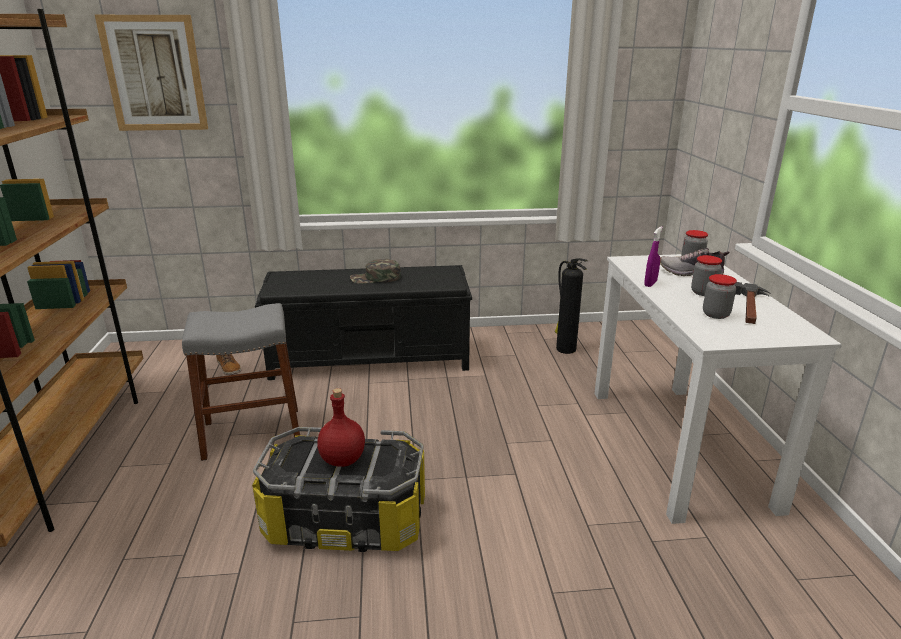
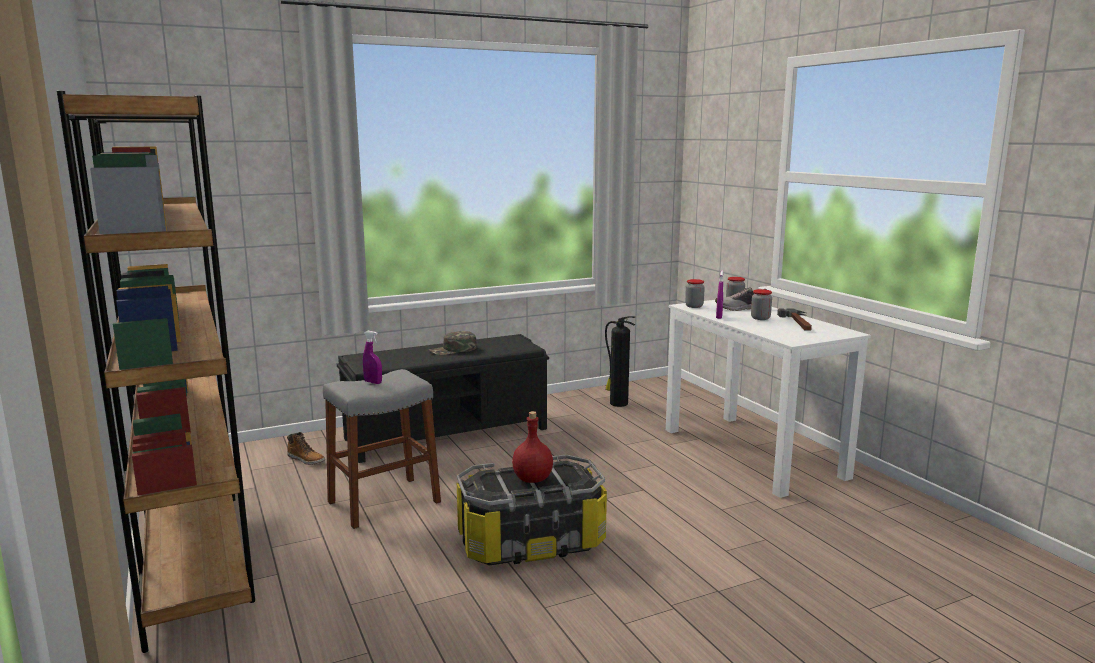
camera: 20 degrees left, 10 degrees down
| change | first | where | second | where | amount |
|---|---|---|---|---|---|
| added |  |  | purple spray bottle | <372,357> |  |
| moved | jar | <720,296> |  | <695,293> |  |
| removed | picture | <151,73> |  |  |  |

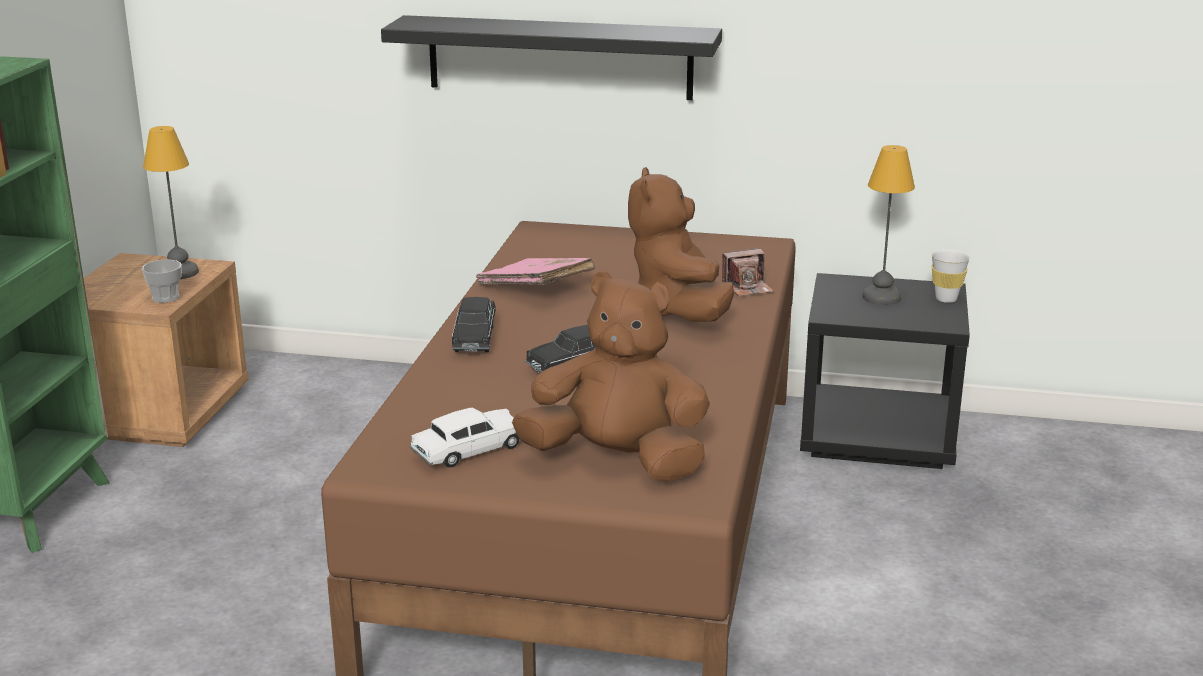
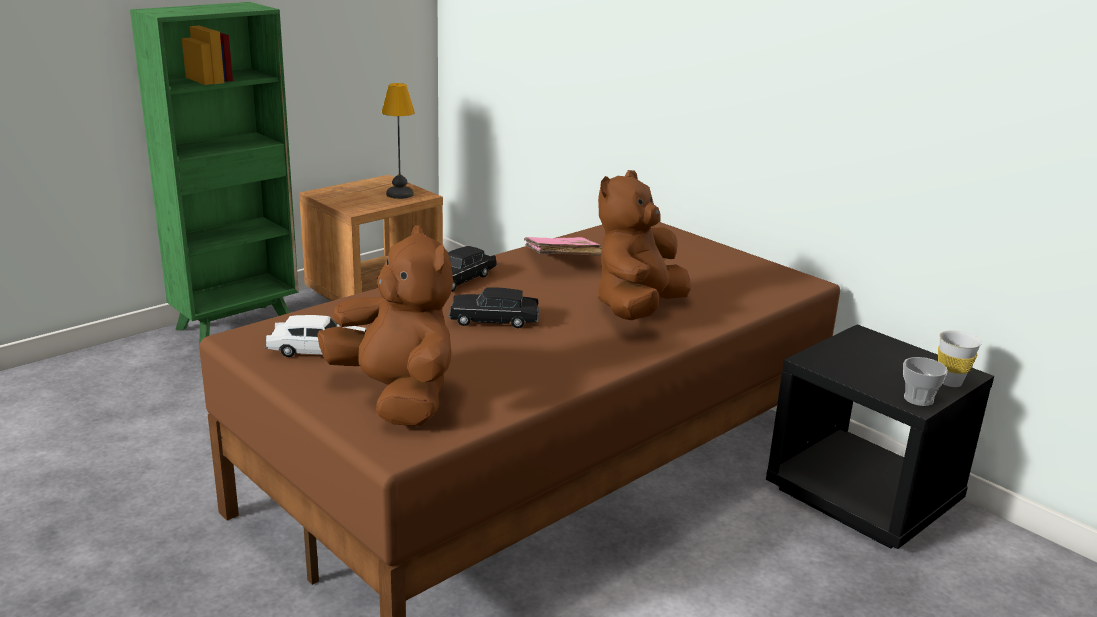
camera: 35 degrees right, 0 degrees up
| change | first | where | second | where | amount |
|---|---|---|---|---|---|
| moved | cup | <162,281> |  | <925,381> |  |
| removed | black shelf | <551,57> |  |  |  |
| removed | photo camera | <748,272> |  |  |  |
| removed | table lamp | <888,225> |  |  |  |

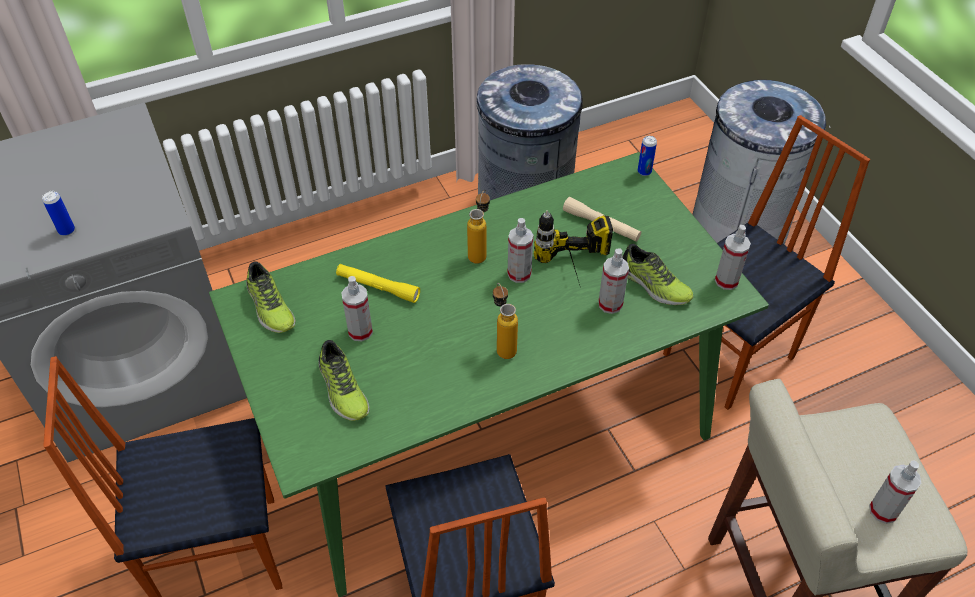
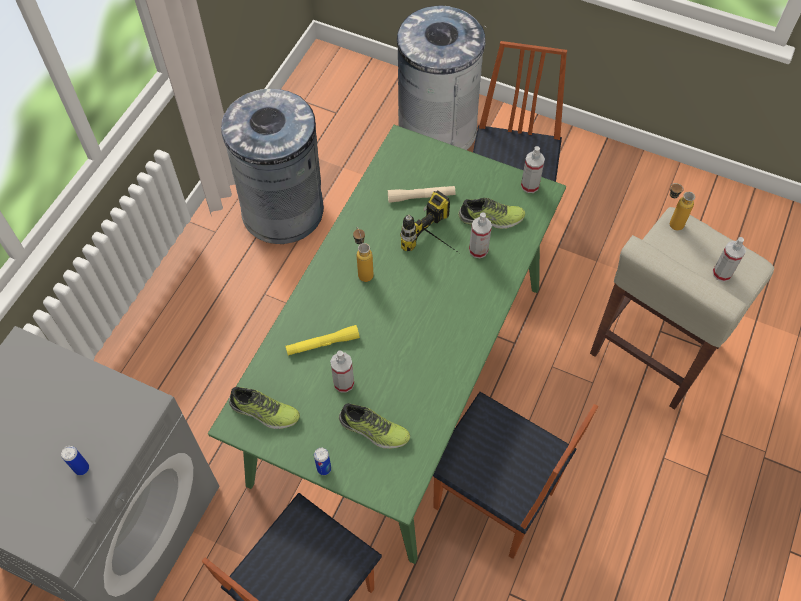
camera: 40 degrees left, 10 degrees up
| change | first | where | second | where | amount |
|---|---|---|---|---|---|
| moved | can | <647,156> |  | <322,461> |  |
| moved | bottle | <505,321> |  | <682,207> |  |
| removed | spray bottle | <520,250> |  |  |  |

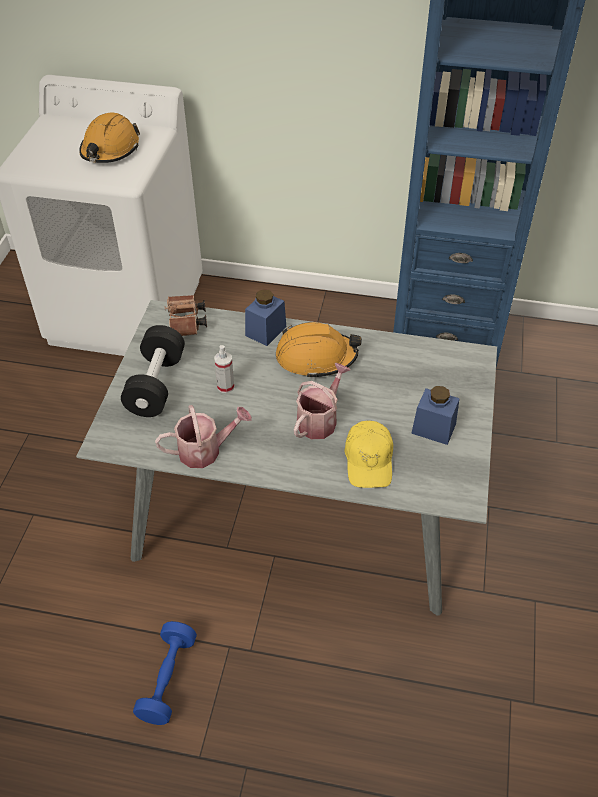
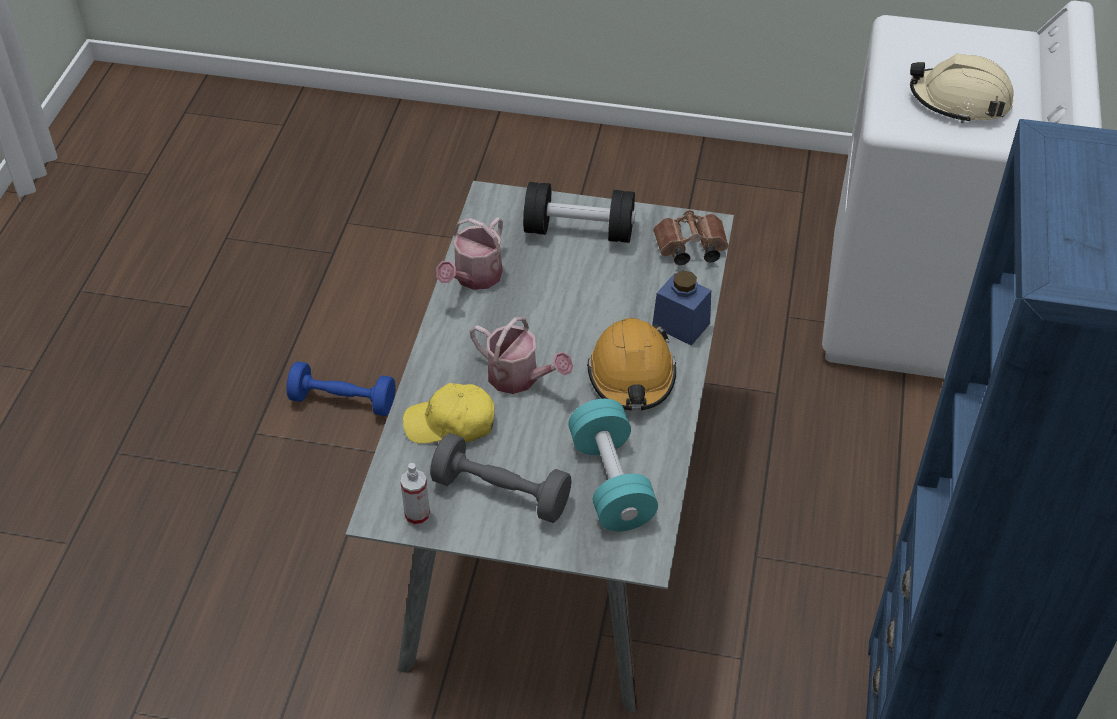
camera: 90 degrees right, 0 degrees up
| change | first | where | second | where | amount |
|---|---|---|---|---|---|
| moved | spray bottle | <224,369> |  | <415,494> |  |
| replaced | blue jar | <435,415> | grey dumbbell | <501,478> |  |
| turned | watering can | <203,436> |  | <469,253> | 45 degrees clockwise |
| added |  |  | turquoise dumbbell | <613,465> |  |
| recoloured | orange hard hat | <110,137> | beige hard hat | <961,88> |  |

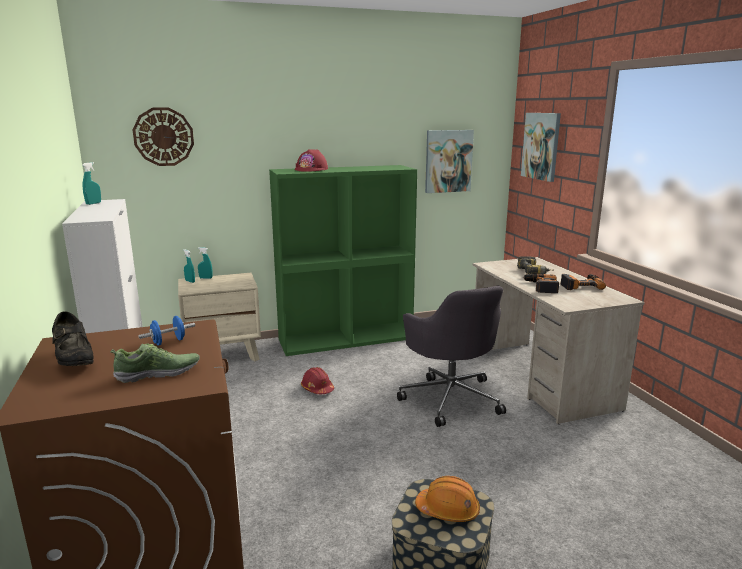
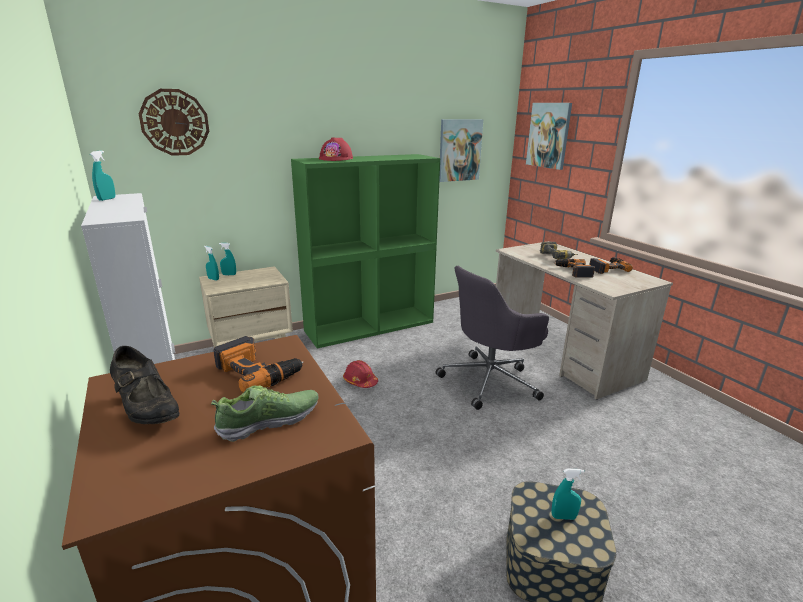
camera: 10 degrees left, 5 degrees up
| change | first | where | second | where | amount |
|---|---|---|---|---|---|
| replaced | blue dumbbell | <166,330> | power drill | <258,364> |  |
| turned | grey office chair | <451,356> |  | <492,338> | 90 degrees clockwise |
| replaced | orange hard hat | <447,499> | turquoise spray bottle | <568,494> |  |

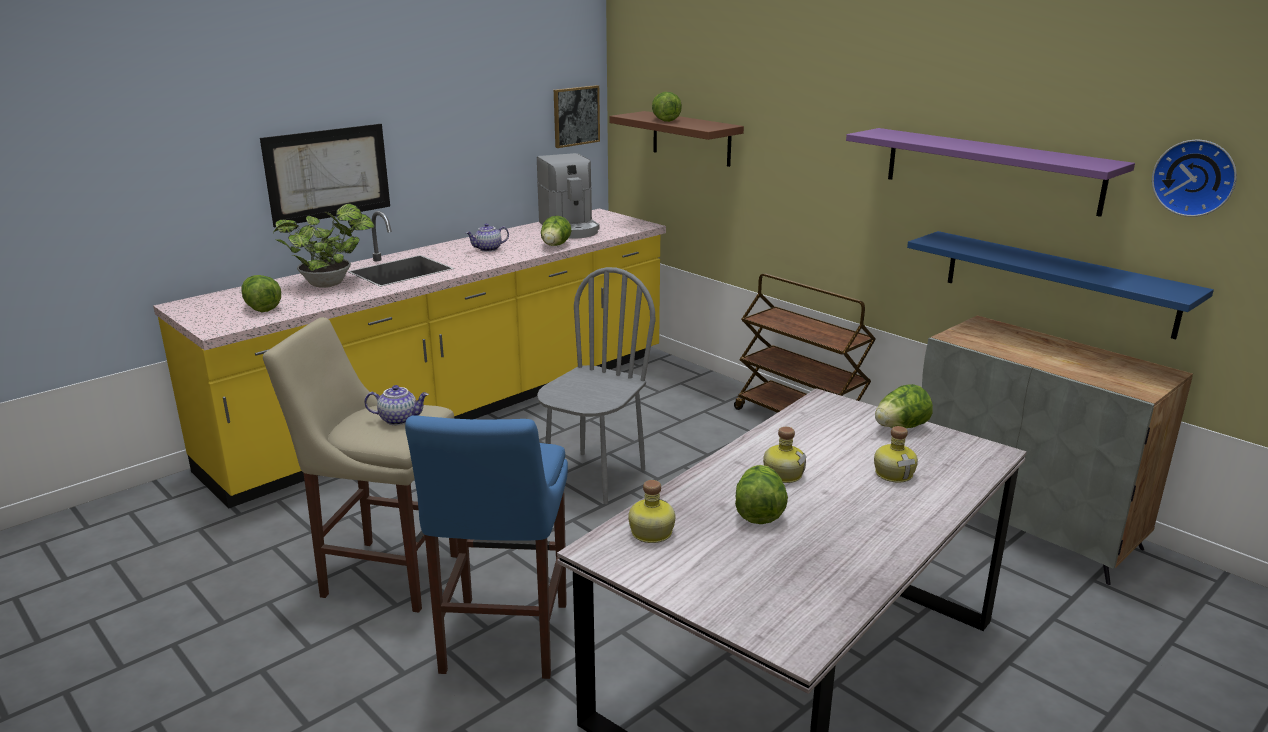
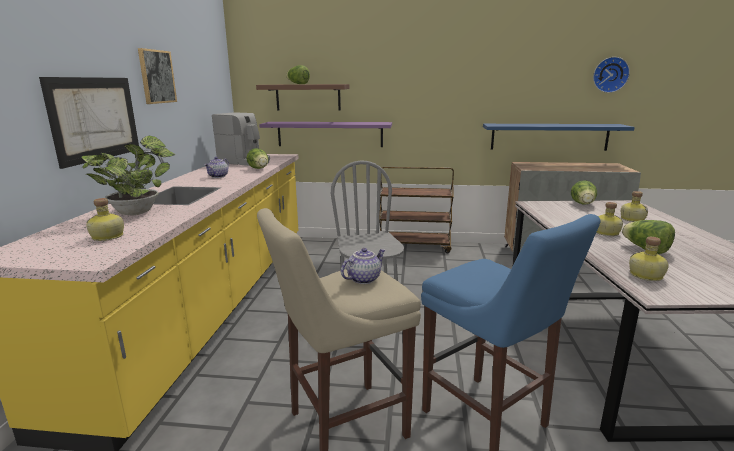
camera: 40 degrees left, 5 degrees down
| change | first | where | second | where | amount |
|---|---|---|---|---|---|
| replaced | lettuce | <261,293> | bottle | <105,219> |  |
| moved | picture | <577,116> |  | <157,76> |  |
| moved | purple shelf | <990,172> |  | <325,134> |  |

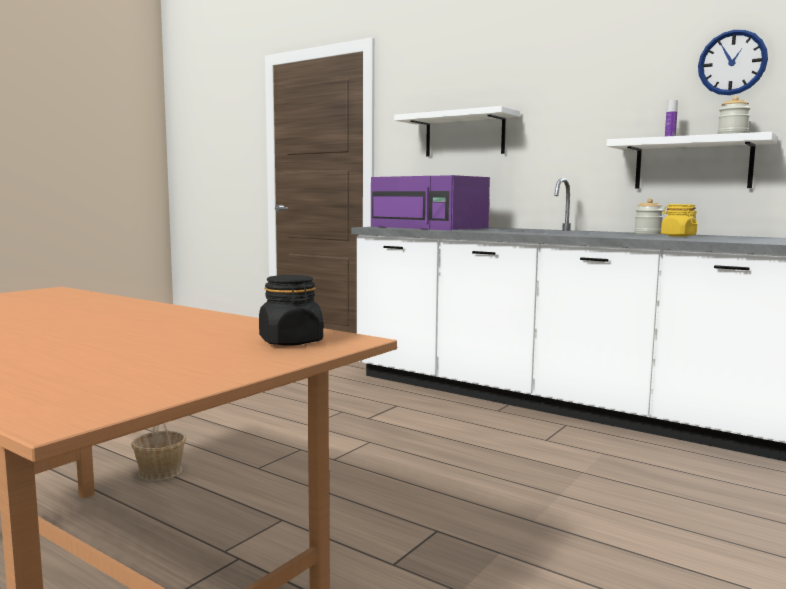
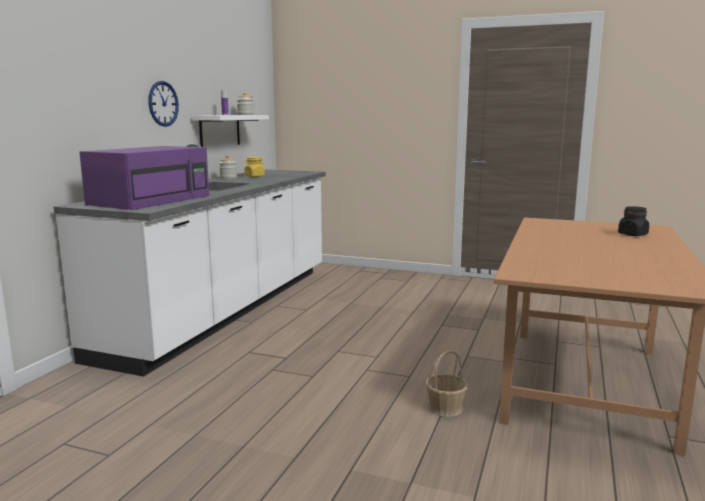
camera: 105 degrees left, 5 degrees up
| change | first | where | second | where | amount |
|---|---|---|---|---|---|
| moved | wall clock | <733,62> |  | <163,104> |  |
| moved | black jar | <291,310> |  | <633,221> |  |
| removed | white shelf | <457,131> |  |  |  |

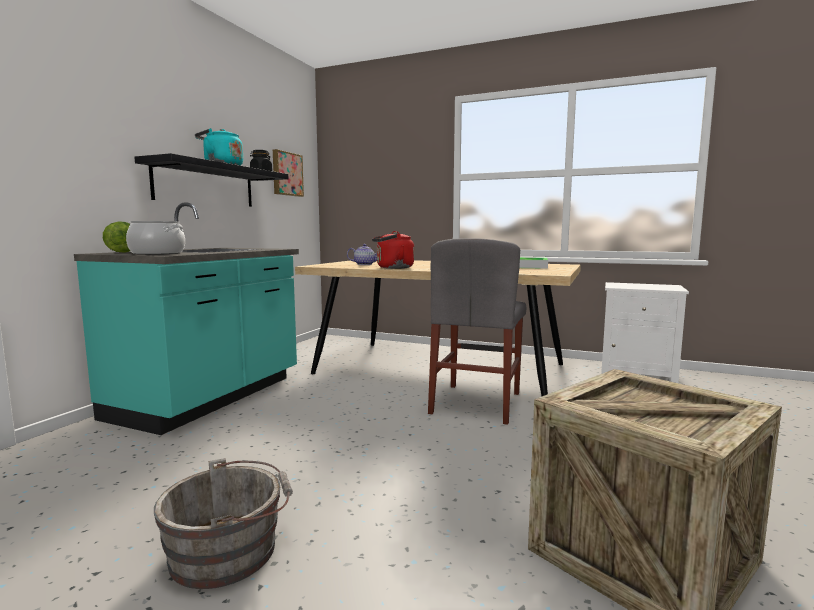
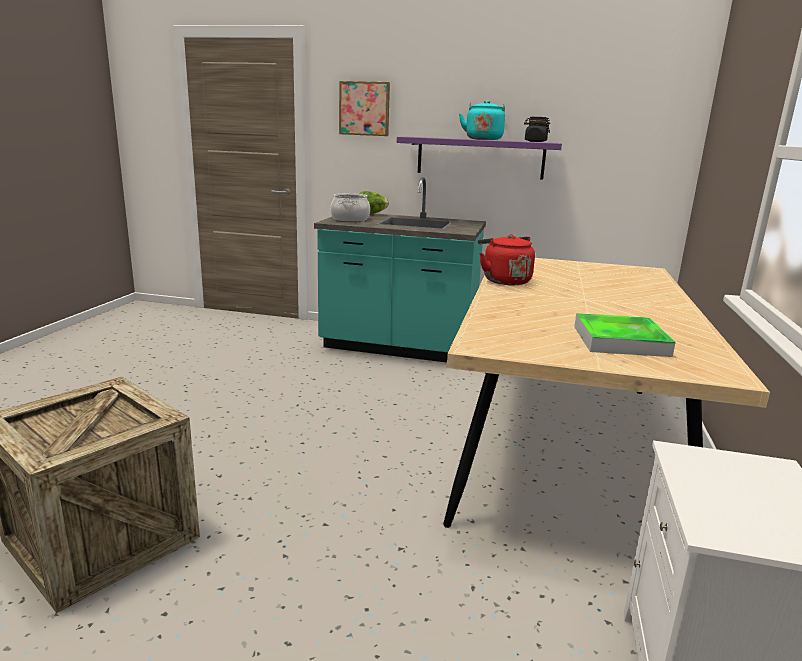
camera: 80 degrees right, 10 degrees up
| change | first | where | second | where | amount |
|---|---|---|---|---|---|
| moved | picture | <288,173> |  | <364,108> |  |
| recoloured | black shelf | <211,180> | purple shelf | <479,158> |  |
| removed | grey bucket | <223,523> |  |  |  |
| removed | teapot | <362,254> |  |  |  |
| removed | grey chair | <477,331> |  |  |  |

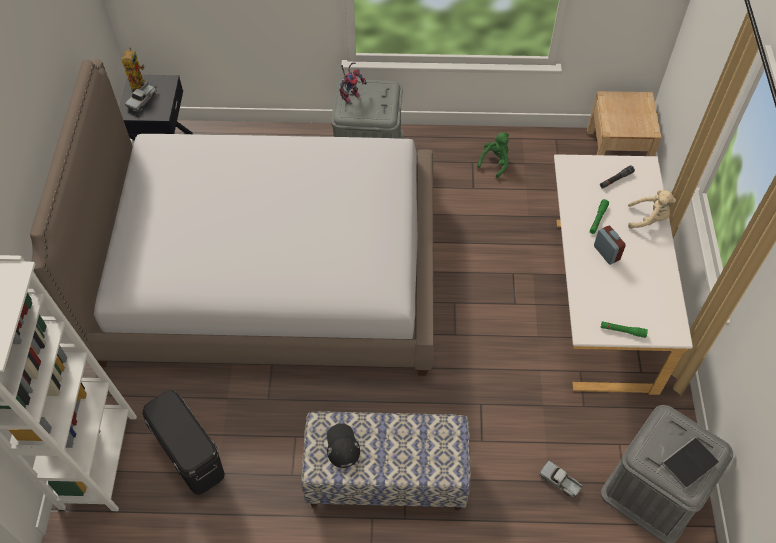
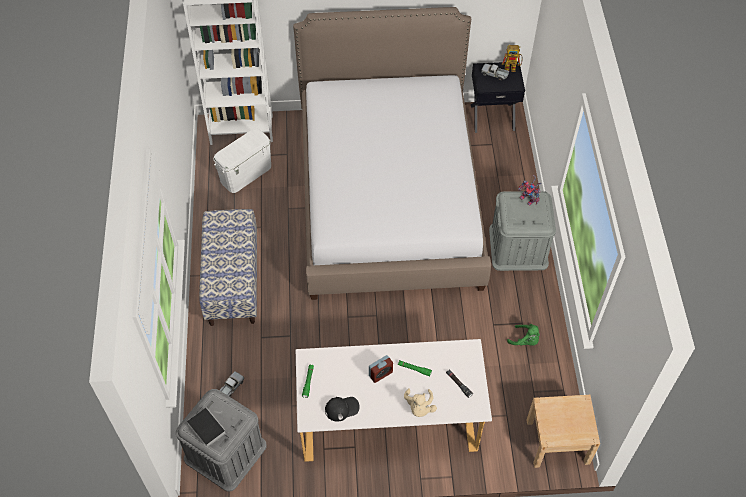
camera: 85 degrees right, 0 degrees up
| change | first | where | second | where | amount |
|---|---|---|---|---|---|
| recoloured | black storage box | <183,442> | white storage box | <242,160> |  |
| moved | black cap | <343,446> |  | <342,409> |  |

